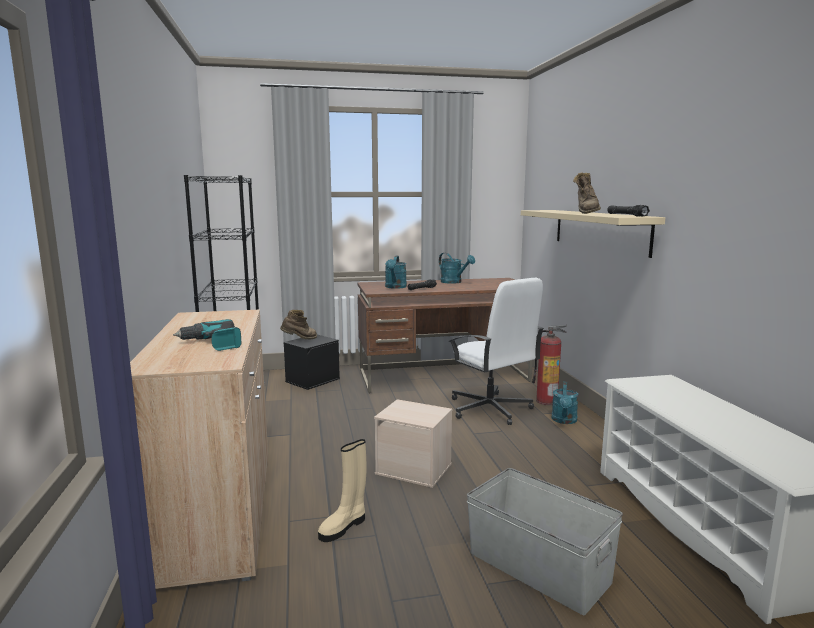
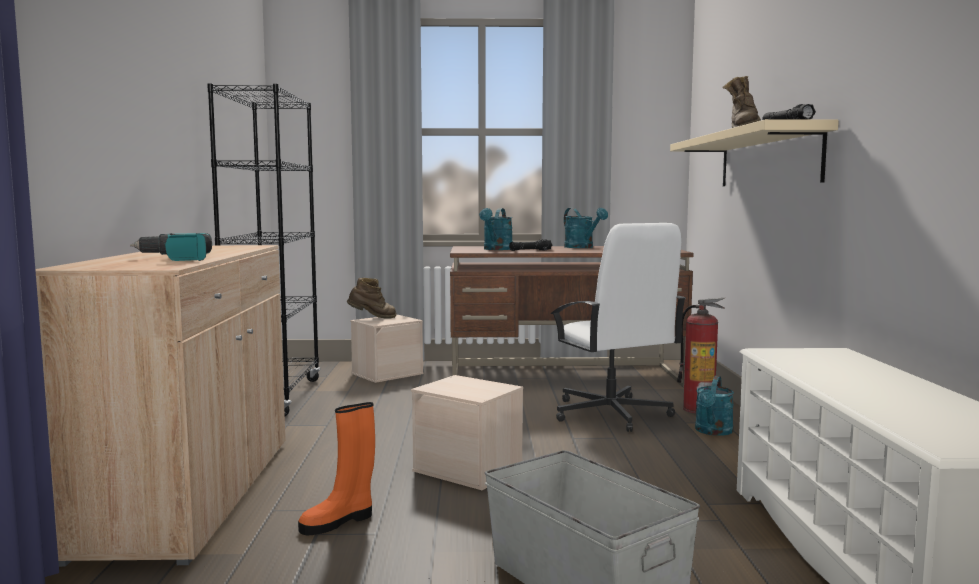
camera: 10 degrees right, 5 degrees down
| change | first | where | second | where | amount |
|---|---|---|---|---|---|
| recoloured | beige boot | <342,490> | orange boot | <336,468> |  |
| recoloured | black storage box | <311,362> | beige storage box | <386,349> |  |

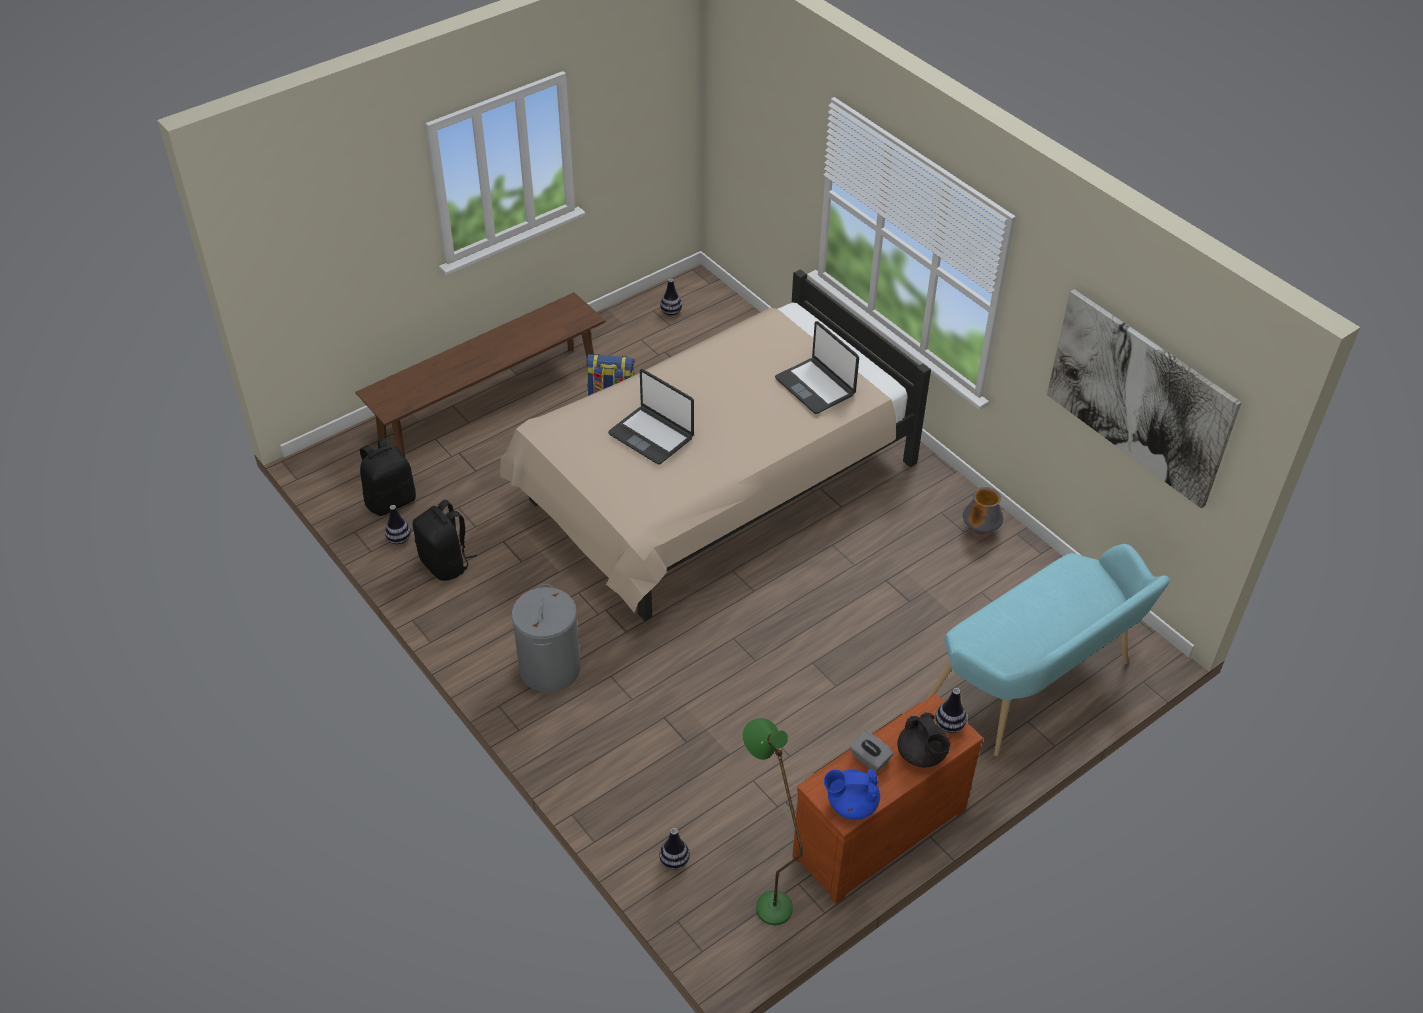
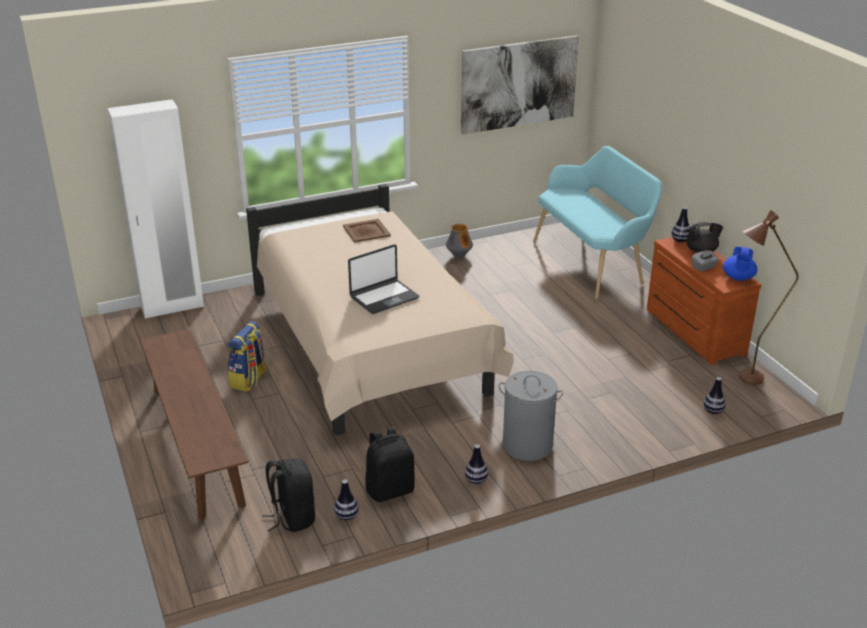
camera: 75 degrees left, 15 degrees down
| change | first | where | second | where | amount |
|---|---|---|---|---|---|
| added |  |  | white wardrobe | <155,209> |  |
| replaced | laptop | <817,367> | brown tray | <367,231> |  |
| moved | vase | <671,297> |  | <476,464> |  |
| recoloured | green floor lamp | <773,821> | brown floor lamp | <769,297> |  |

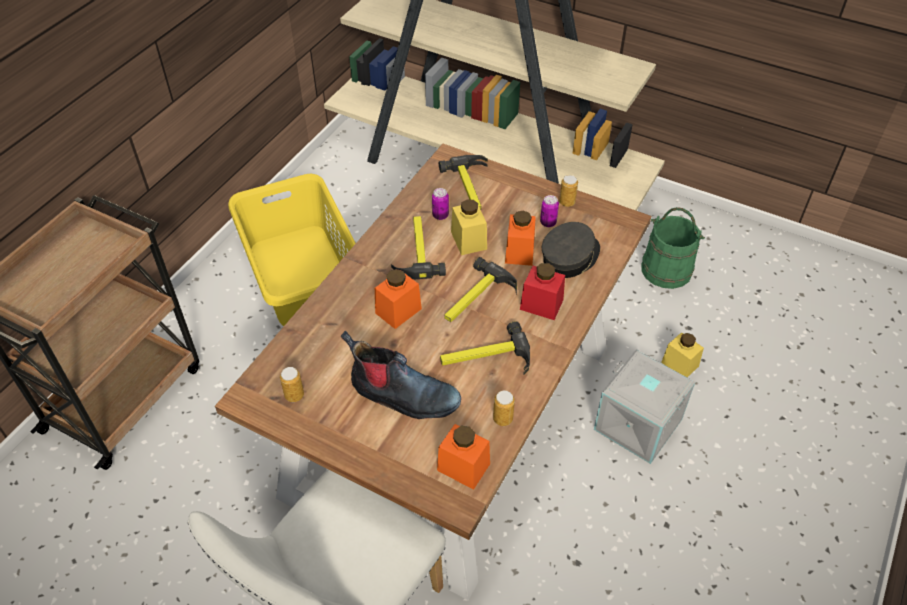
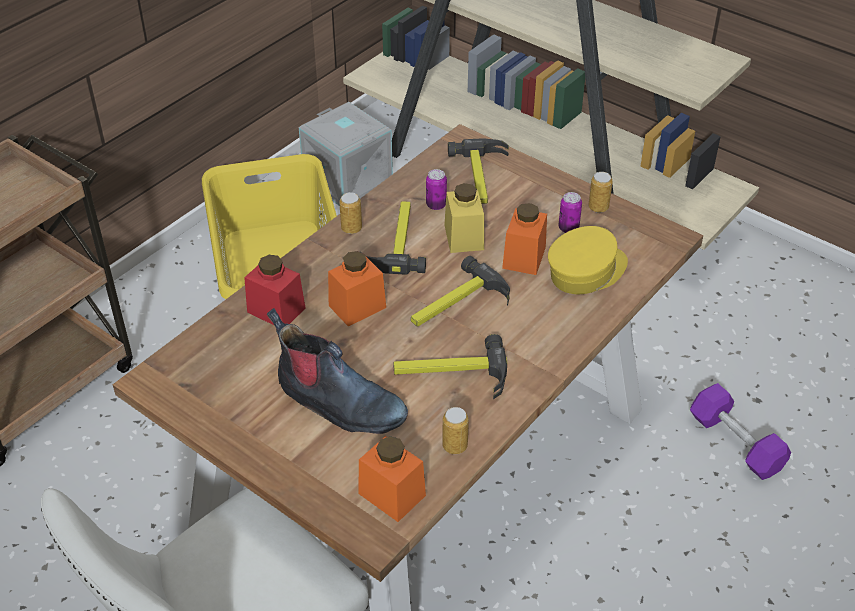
camera: 10 degrees right, 5 degrees down
| change | first | where | second | where | amount |
|---|---|---|---|---|---|
| moved | red jar | <542,291> |  | <274,290> |  |
| moved | grey storage box | <644,407> |  | <346,154> |  |
| moved | can | <292,384> |  | <350,213> |  |
| recoloured | grey cap | <571,250> | yellow cap | <588,260> |  |
| replaced | yellow jar | <682,354> | purple dumbbell | <740,431> |  |
| removed | green bucket | <673,248> |  |  |  |

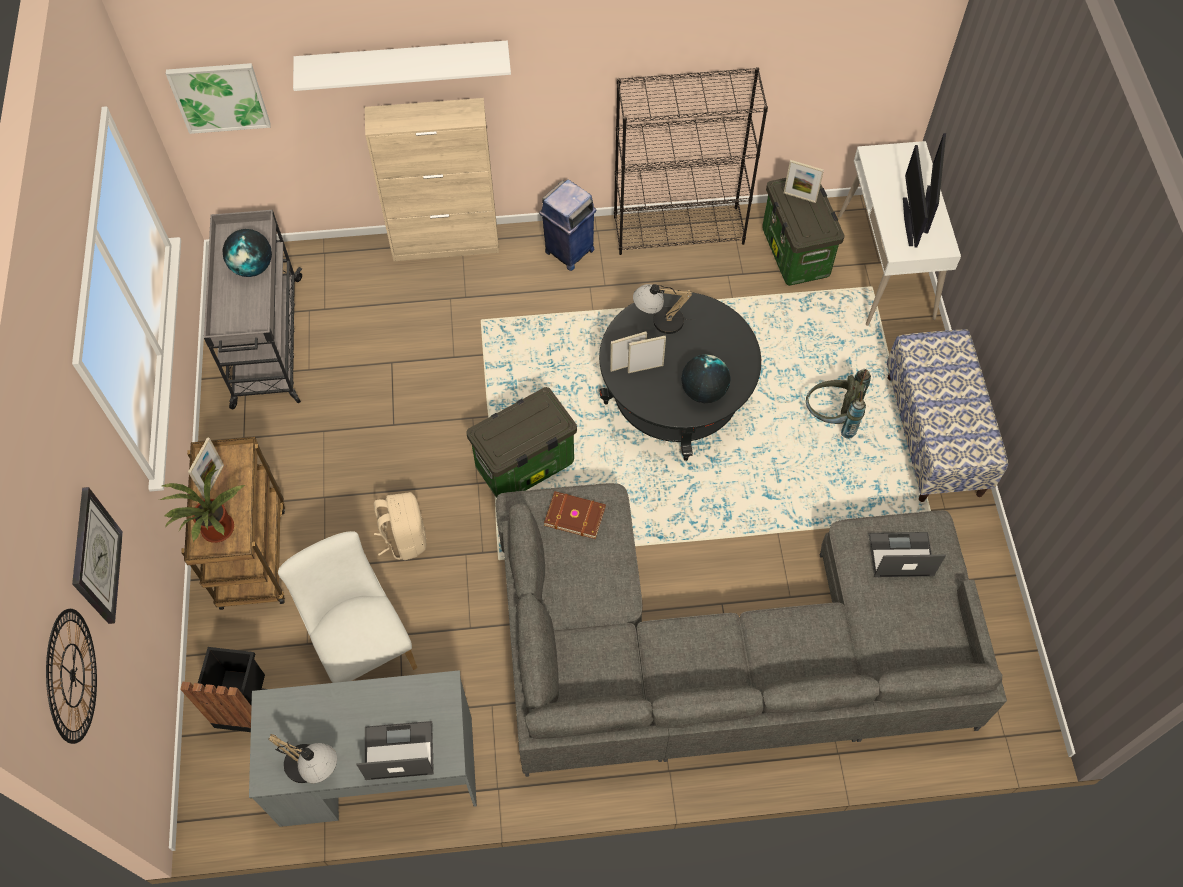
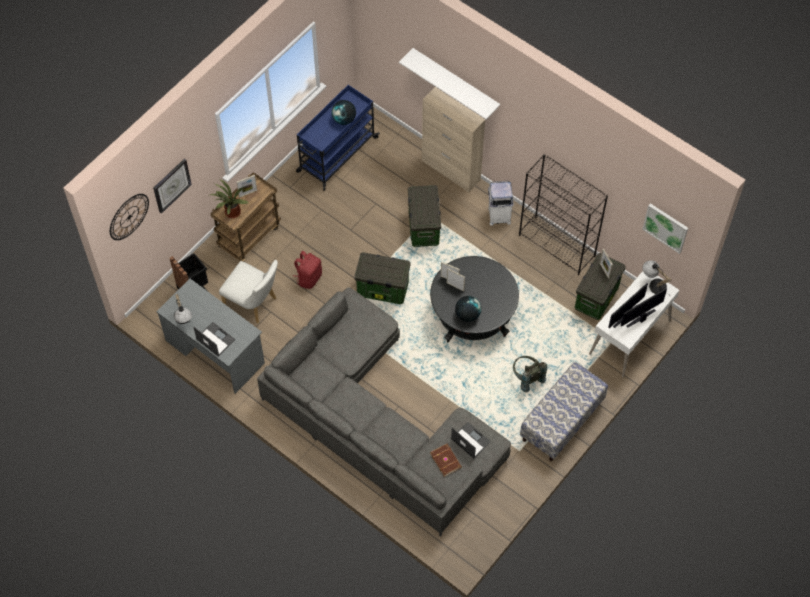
camera: 45 degrees right, 0 degrees up
| change | first | where | second | where | amount |
|---|---|---|---|---|---|
| turned | white chair | <347,607> |  | <248,292> | 105 degrees clockwise |
| recoloured | beige backpack | <400,526> | red backpack | <307,270> |  |
| recoloured | grey cart | <253,310> | blue cart | <338,138> |  |
| added |  |  | storage box | <424,216> |  |
| moved | brown book | <575,515> |  | <446,460> |  |
| recoloured | blue trash can | <568,225> | white trash can | <501,203> |  |
| moved | picture | <218,98> |  | <665,228> |  |
| moved | table lamp | <664,309> |  | <657,277> |  |

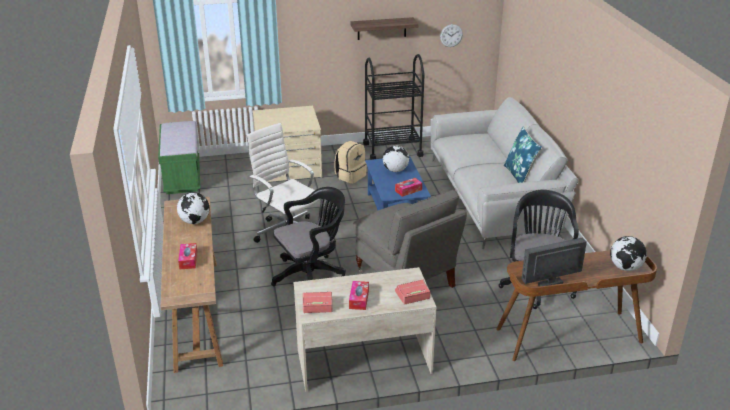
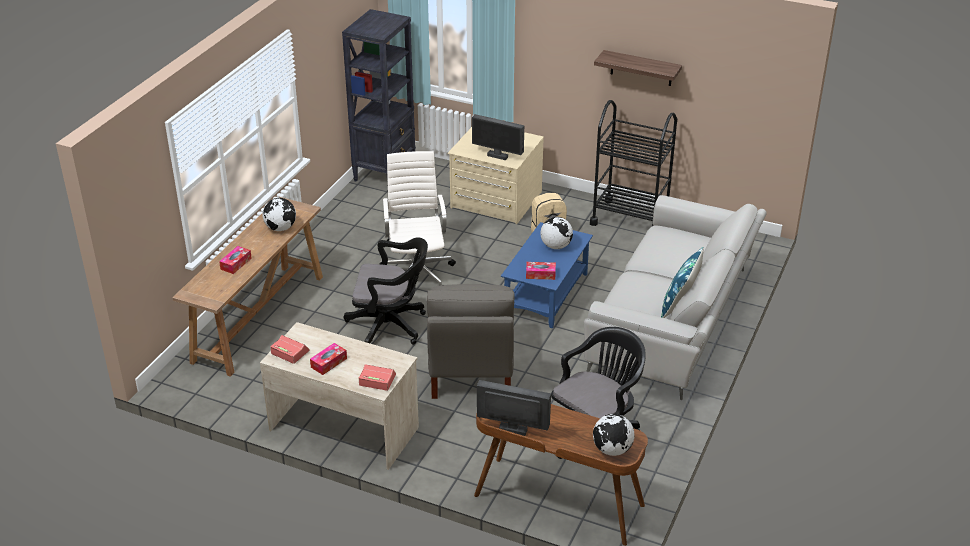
camera: 35 degrees right, 5 degrees up
| change | first | where | second | where | amount |
|---|---|---|---|---|---|
| replaced | green bench | <179,157> | black bookcase | <379,95> |  |
| added |  |  | monitor | <498,137> |  |
| removed | wall clock | <451,35> |  |  |  |

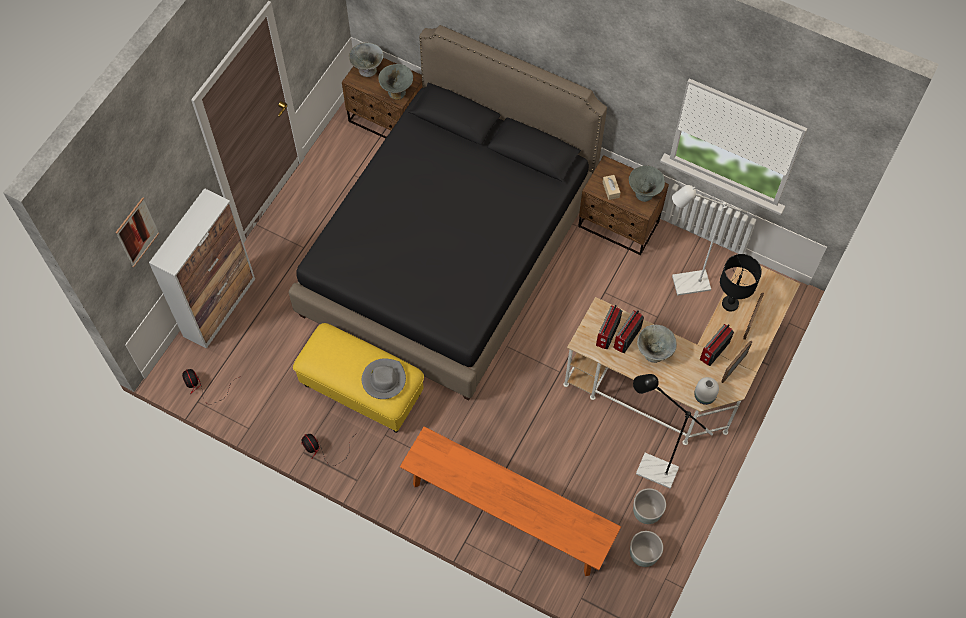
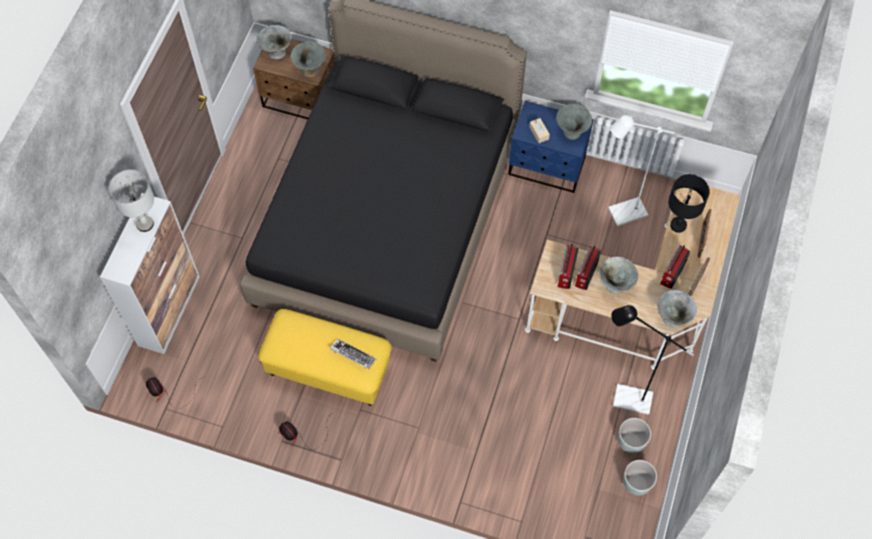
camera: 10 degrees left, 0 degrees up
| change | first | where | second | where | amount |
|---|---|---|---|---|---|
| added |  |  | grey table lamp | <131,200> |  |
| replaced | grey hat | <384,378> | keyboard | <353,354> |  |
| recoloured | brown nightstand | <623,205> | blue nightstand | <551,147> |  |
| replaced | white vase | <706,391> | grey bowl | <677,309> |  |
| removed | picture | <137,232> |  |  |  |
| removed | orange bench | <510,501> |  |  |  |

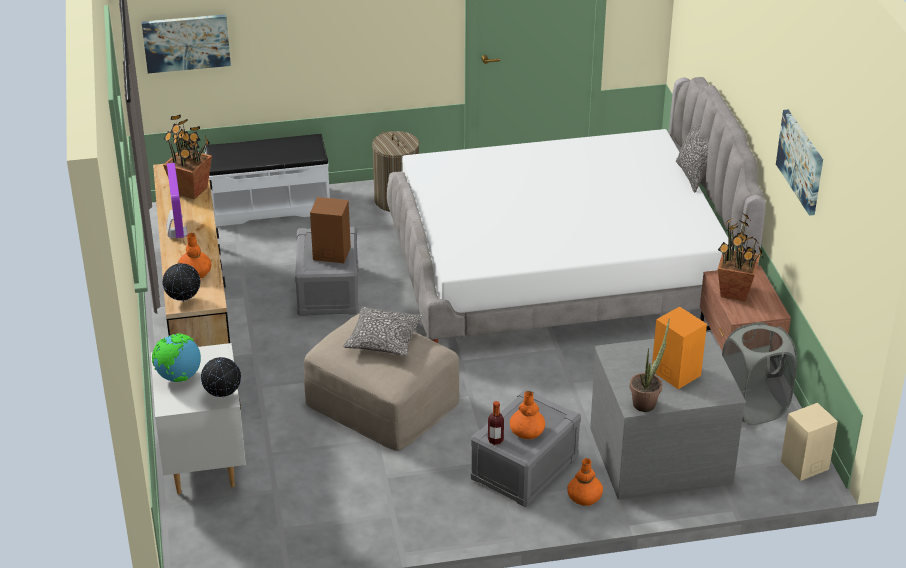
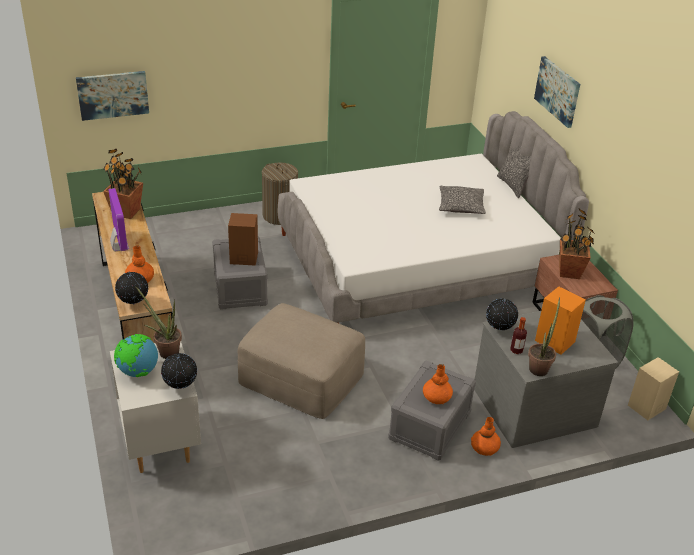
camera: 10 degrees left, 0 degrees up
| change | first | where | second | where | amount |
|---|---|---|---|---|---|
| added |  |  | potted plant | <159,323> |  |
| moved | pillow | <383,331> |  | <462,200> |  |
| added |  |  | globe | <502,314> |  |
| moved | bottle | <496,423> |  | <518,335> |  |
| moved | picture | <799,163> |  | <557,92> |  |
| removed | white bench | <267,180> |  |  |  |

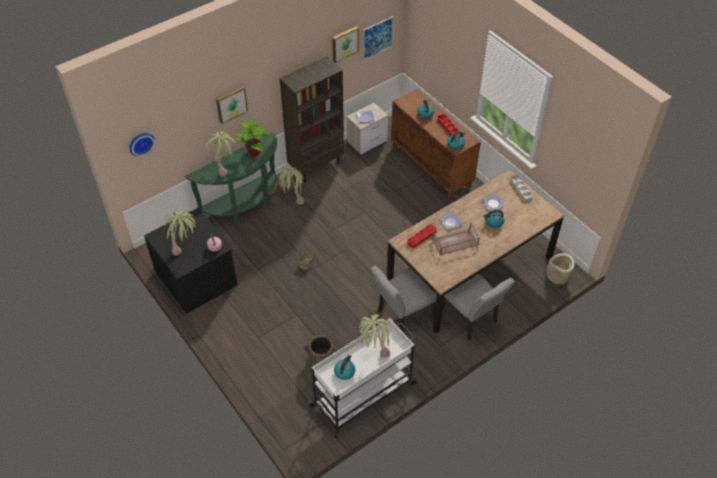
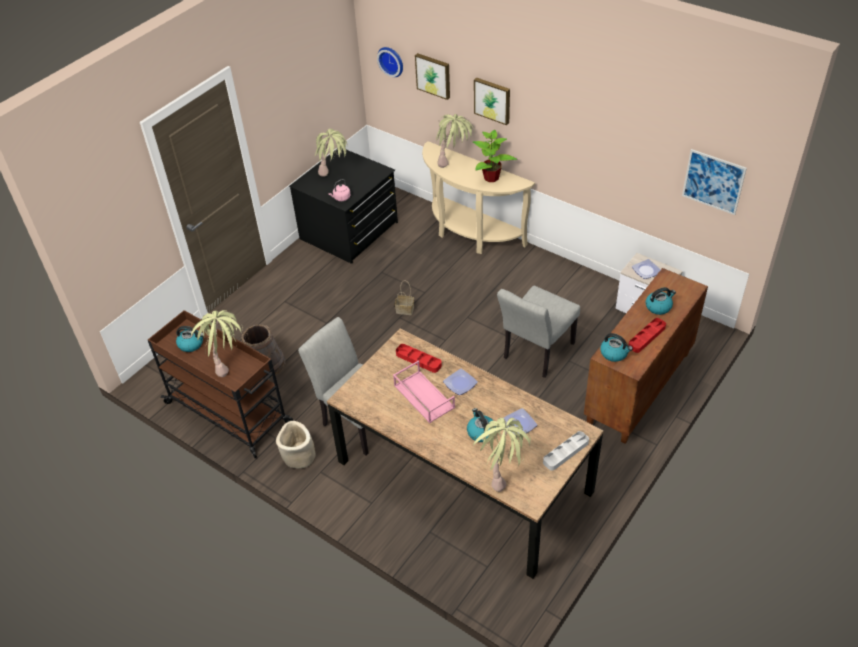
camera: 75 degrees right, 5 degrees down
| change | first | where | second | where | amount |
|---|---|---|---|---|---|
| recoloured | white cart | <362,378> | brown cart | <220,384> |  |
| moved | beige planter | <561,268> |  | <295,444> |  |
| recoloured | brown tray | <456,239> | pink tray | <424,392> |  |
| moved | picture | <345,44> |  | <432,76> |  |
| recoloured | green console table | <231,178> | beige console table | <478,197> |  |
| moved | potted plant | <291,186> |  | <502,455> |  |
| moved | grey chair | <478,306> |  | <538,331> |  |
| removed | brown bookcase | <312,119> |  |  |  |

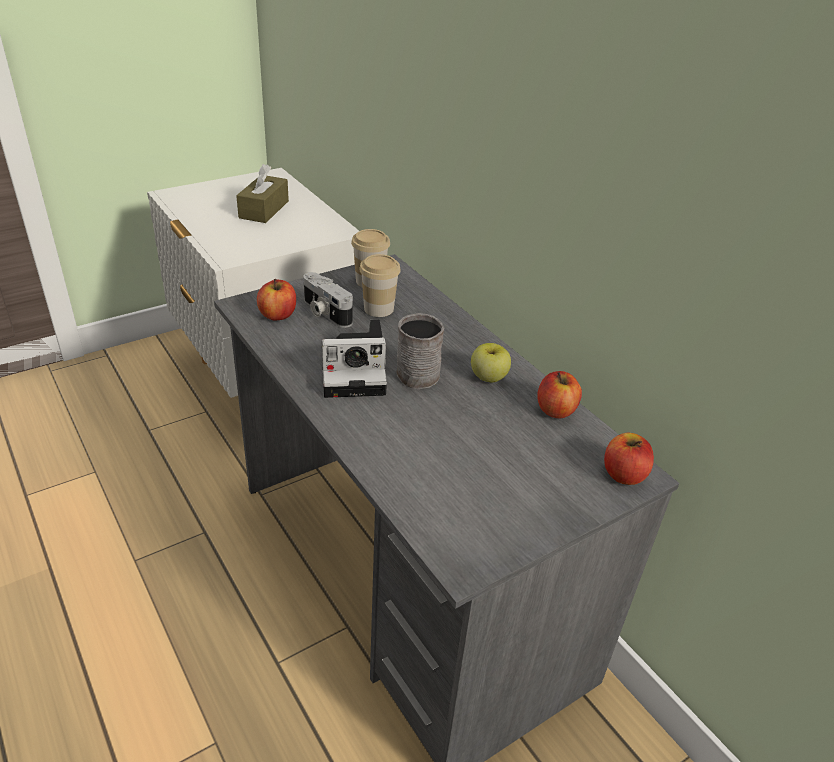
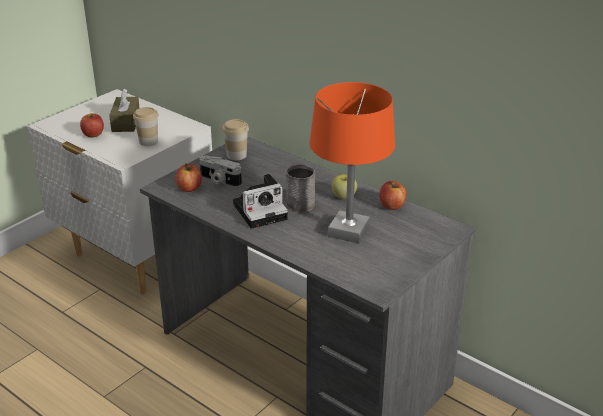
camera: 15 degrees left, 5 degrees down
| change | first | where | second | where | amount |
|---|---|---|---|---|---|
| moved | apple | <629,459> |  | <92,125> |  |
| moved | cup | <380,285> |  | <146,126> |  |
| added |  |  | orange table lamp | <352,162> |  |

